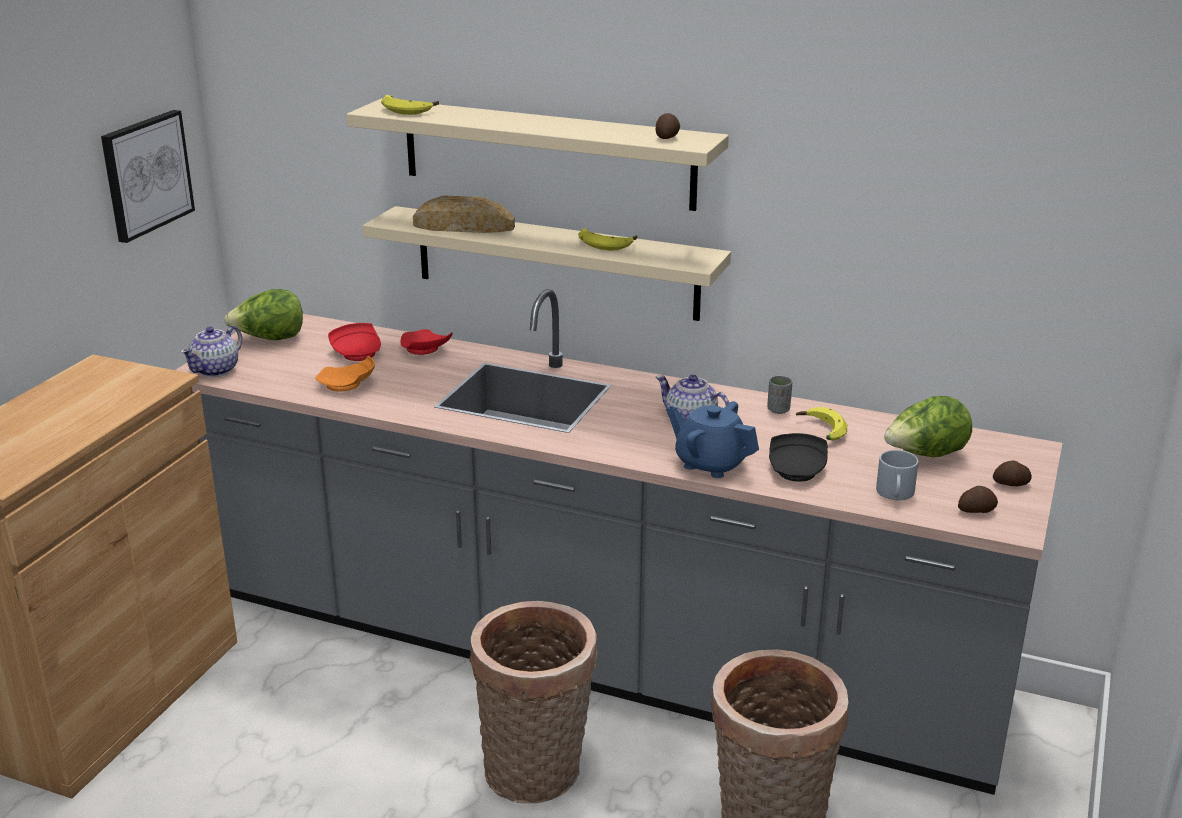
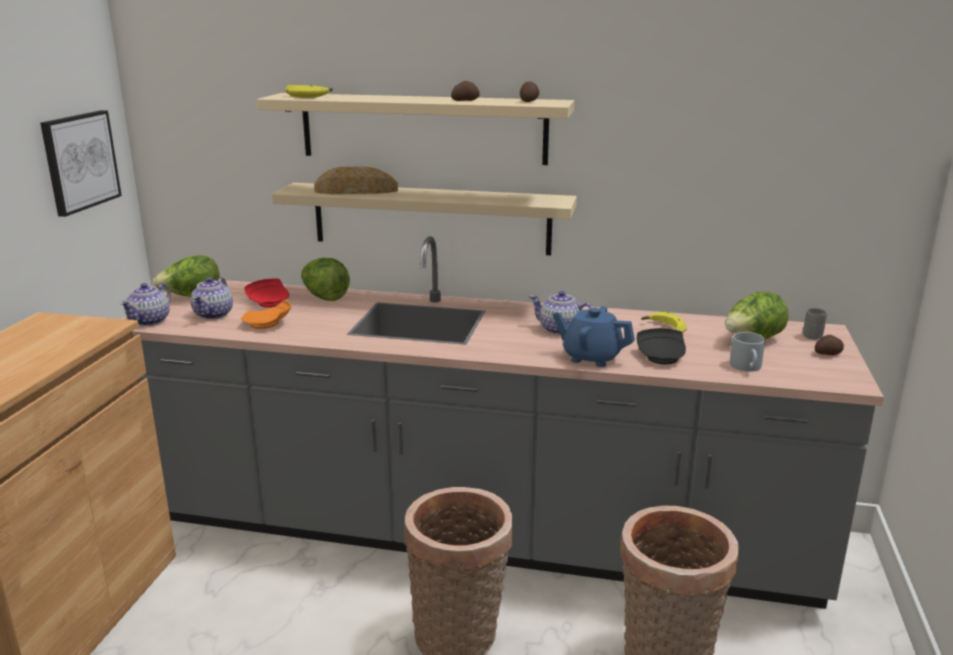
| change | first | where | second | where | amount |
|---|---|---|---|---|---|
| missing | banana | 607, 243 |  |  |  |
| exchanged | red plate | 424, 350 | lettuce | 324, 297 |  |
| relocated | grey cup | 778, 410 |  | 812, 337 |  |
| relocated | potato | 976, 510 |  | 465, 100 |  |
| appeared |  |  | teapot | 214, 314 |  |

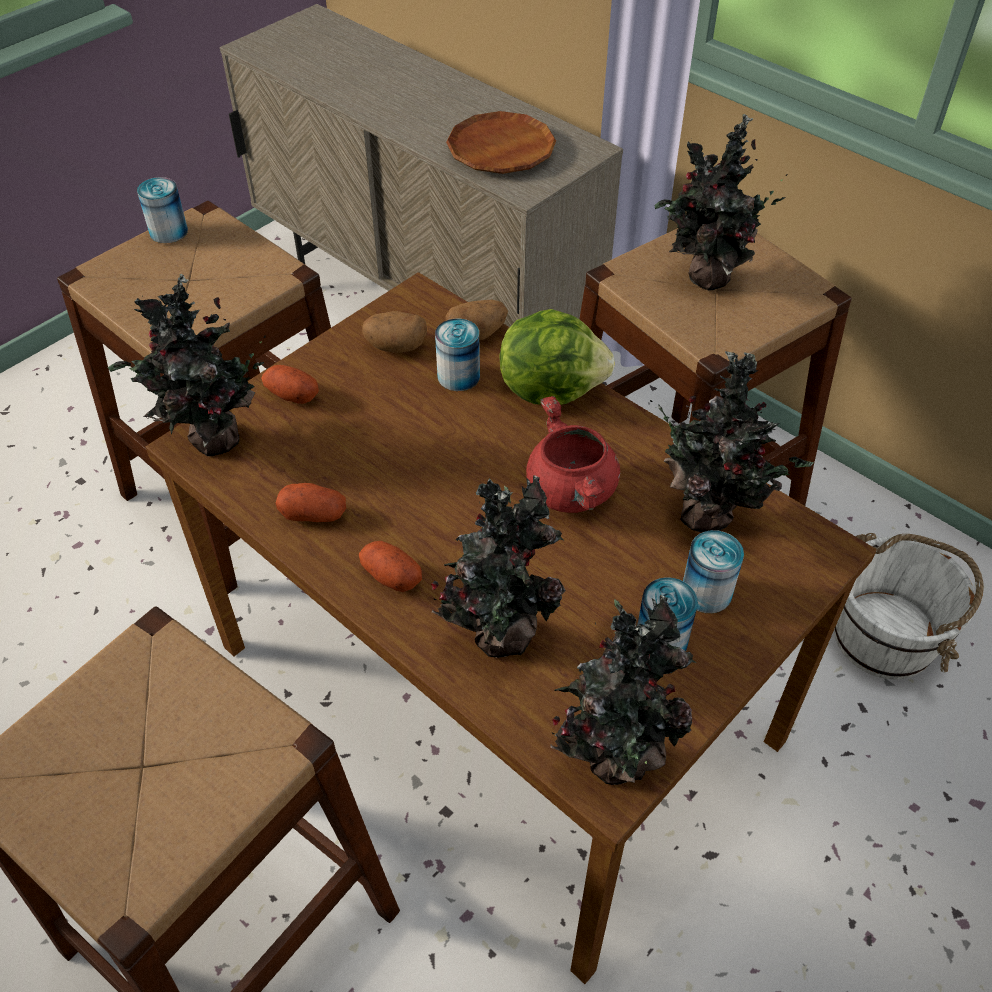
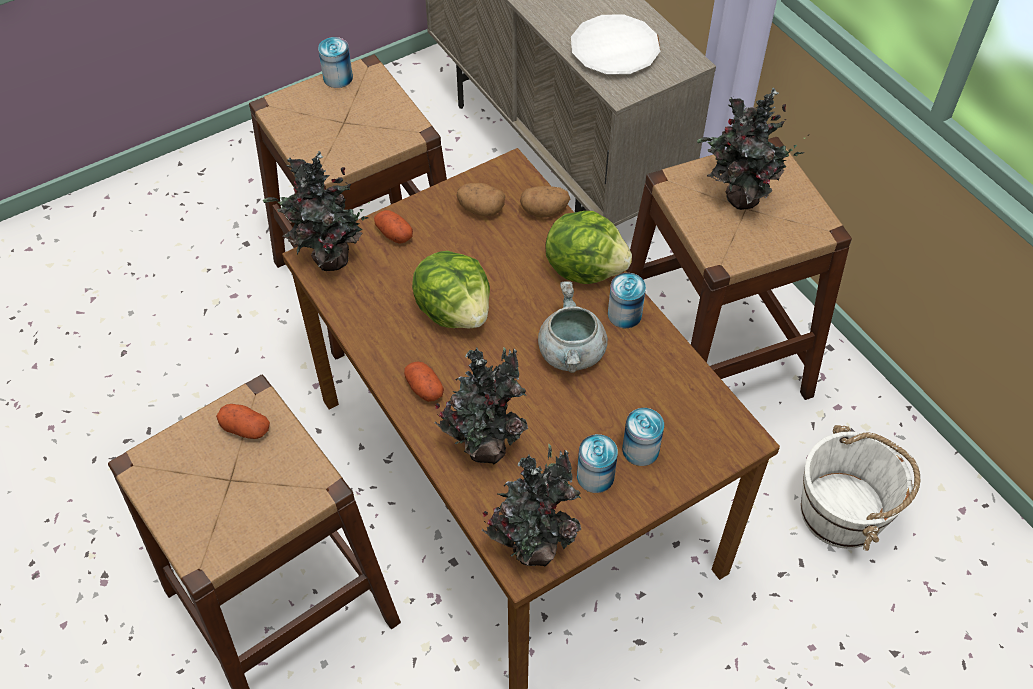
| change | first | where | second | where | amount |
|---|---|---|---|---|---|
| colour | brown plate | 501, 150 | white plate | 614, 50 |  |
| relocated | can | 458, 376 |  | 624, 314 |  |
| missing | potted plant | 711, 515 |  |  |  |
| colour | red cooking pot | 572, 492 | grey cooking pot | 572, 353 |  |
| relocated | potato | 314, 514 |  | 246, 428 |  |
| appeared |  |  | lettuce | 455, 310 |  |

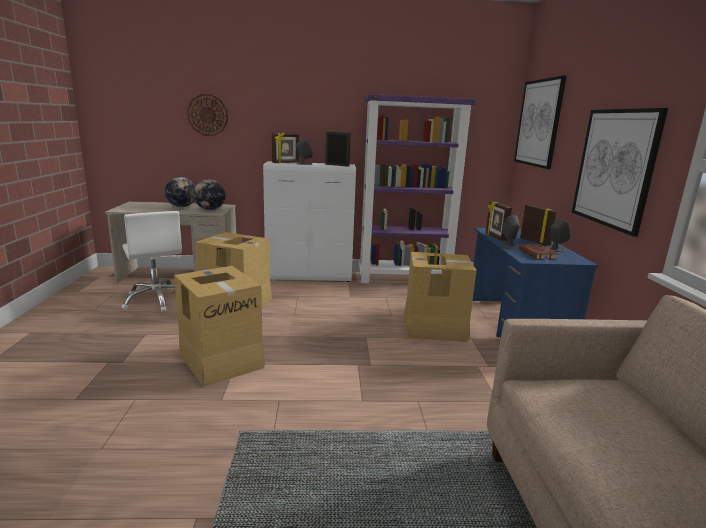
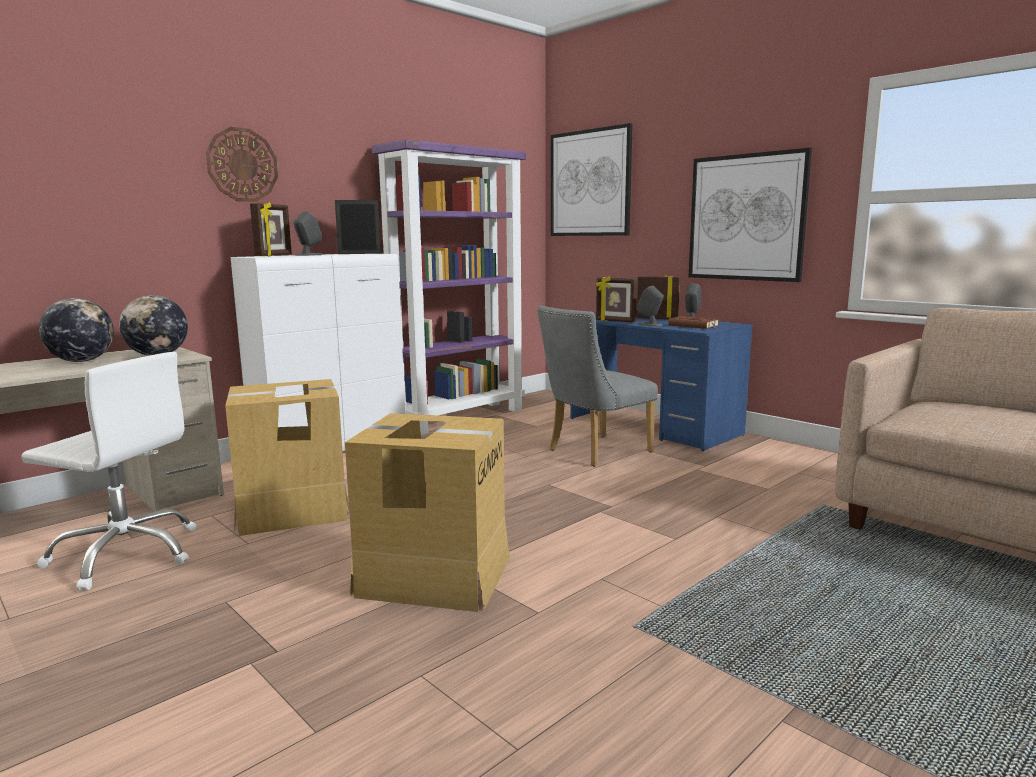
| change | first | where | second | where | amount |
|---|---|---|---|---|---|
| relocated | wall clock | 208, 115 |  | 242, 165 |  |
| exchanged | cardboard box | 434, 328 | grey chair | 593, 452 |  |

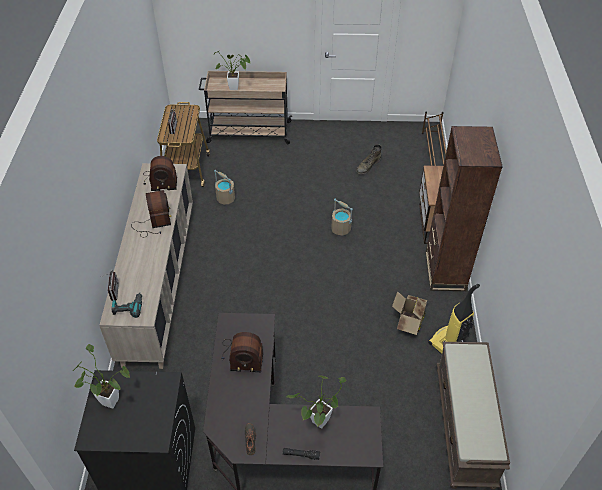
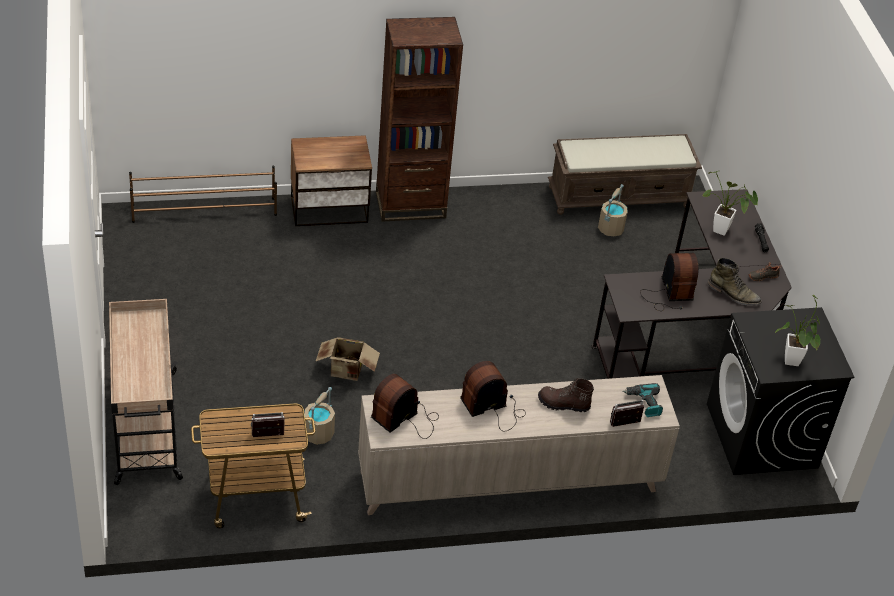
| change | first | where | second | where | amount |
|---|---|---|---|---|---|
| missing | potted plant | 236, 88 |  |  |  |
| relocated | green boot | 368, 166 |  | 733, 294 |  |
| spun | radio | 160, 180 |  | 406, 418 | 120 degrees counterclockwise |
| relocated | beige bucket | 341, 229 |  | 610, 228 |  |
| missing | vacuum cleaner | 448, 341 |  |  |  |
| relocated | cardboard box | 408, 322 |  | 347, 372 |  |
| appeared |  |  | brown boot | 563, 404 |  |

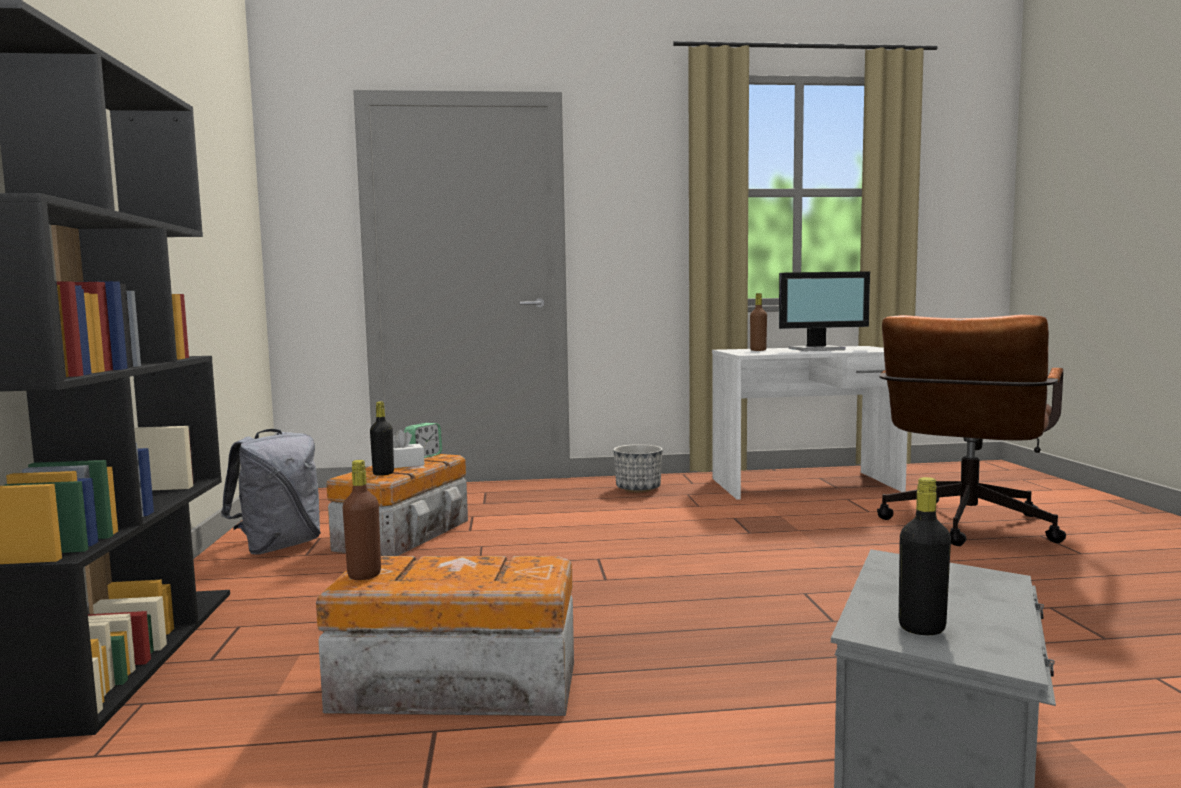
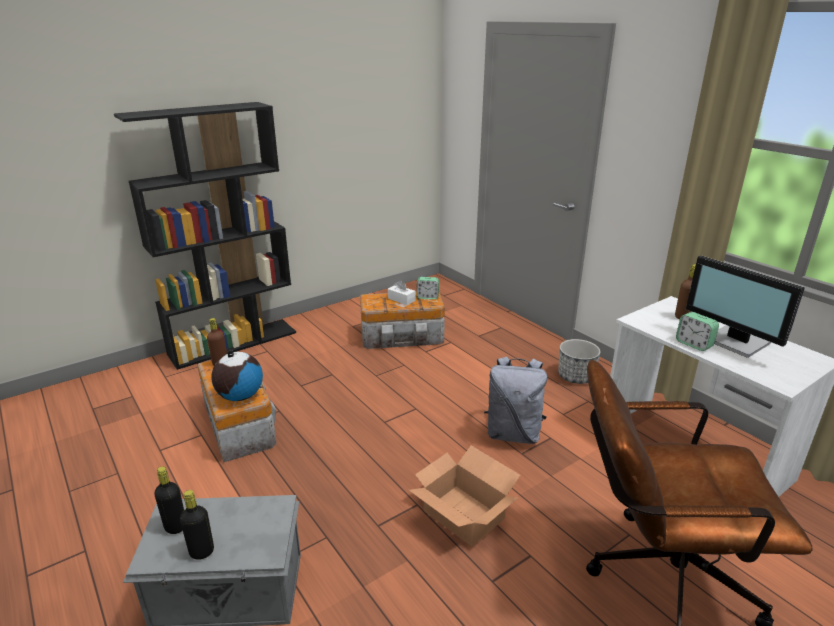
| change | first | where | second | where | amount |
|---|---|---|---|---|---|
| relocated | black bottle | 383, 473 |  | 202, 552 |  |
| relocated | grey backpack | 278, 546 |  | 513, 434 |  |
| appeared |  |  | alarm clock | 693, 344 |  |
| appeared |  |  | globe | 240, 396 |  |
| appeared |  |  | cardboard box | 463, 514 |  |

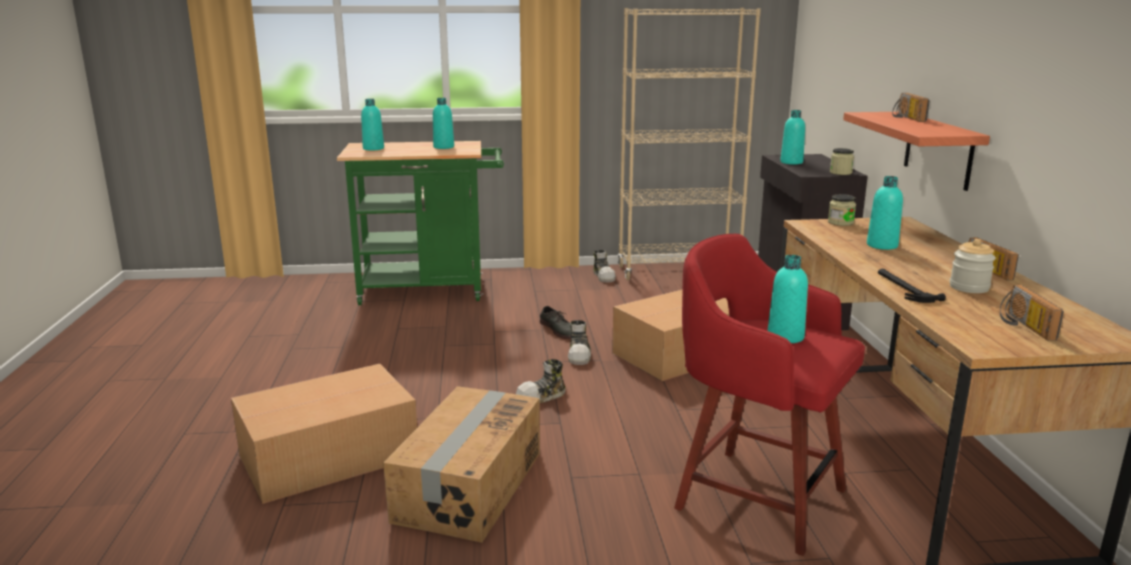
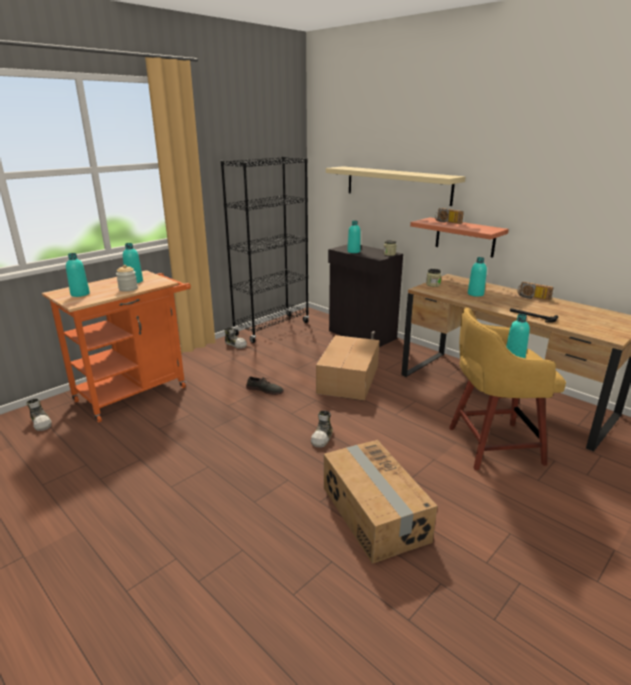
| change | first | where | second | where | amount |
|---|---|---|---|---|---|
| colour | beige bookcase | 678, 271 | black bookcase | 272, 328 |  |
| colour | green cart | 431, 290 | orange cart | 137, 391 |  |
| colour | red stool | 755, 496 | yellow stool | 491, 445 |  |
| relocated | jar | 969, 287 |  | 128, 289 |  |
| missing | radio | 1022, 326 |  |  |  |
| relocated | shoe | 580, 355 |  | 41, 422 |  |
| missing | cardboard box | 331, 456 |  |  |  |
| appeared |  |  | beige shelf | 397, 185 |  |

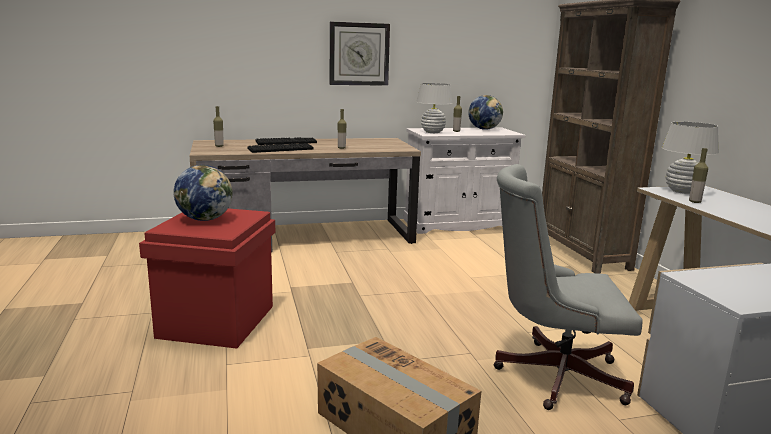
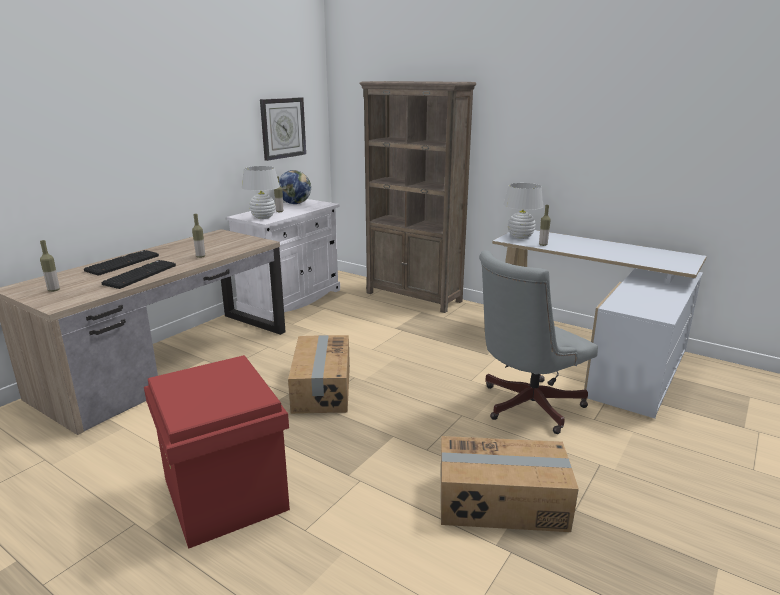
| change | first | where | second | where | amount |
|---|---|---|---|---|---|
| relocated | wall clock | 359, 54 |  | 283, 128 |  |
| missing | globe | 205, 219 |  |  |  |
| appeared |  |  | cardboard box | 321, 388 |  |

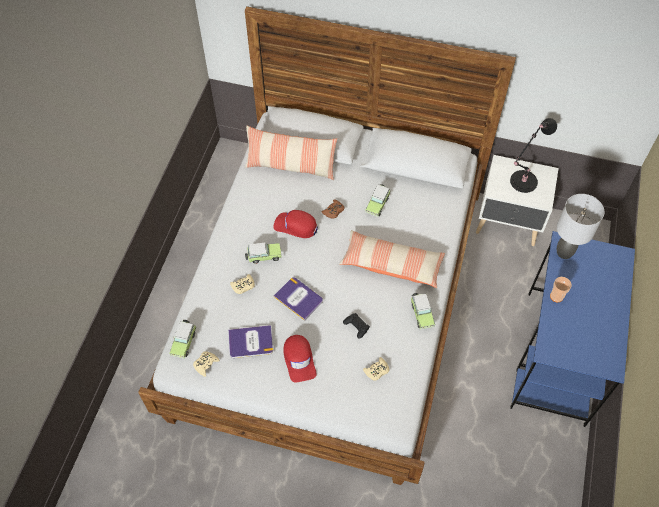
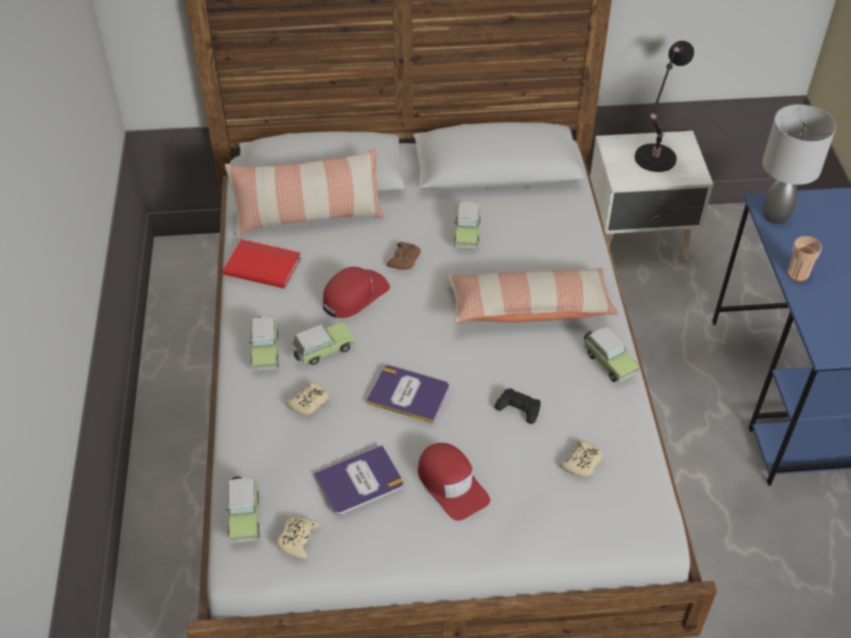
| change | first | where | second | where | amount |
|---|---|---|---|---|---|
| spun | red cap | 295, 226 |  | 355, 295 | 135 degrees clockwise |
| appeared |  |  | red book | 263, 264 |  |
| appeared |  |  | toy car | 265, 351 |  |

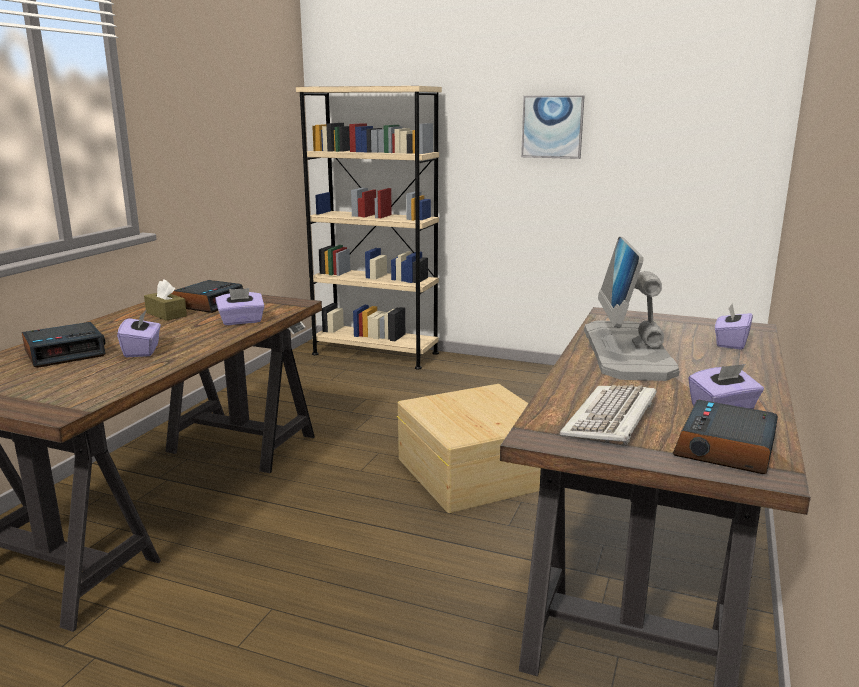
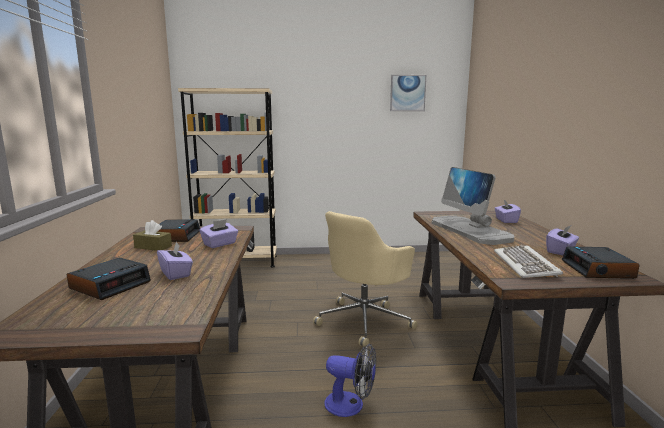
| change | first | where | second | where | amount |
|---|---|---|---|---|---|
| relocated | picture | 552, 127 |  | 407, 93 |  |
| exchanged | beige storage box | 475, 471 | beige office chair | 365, 320 |  |
| appeared |  |  | fan | 351, 405 |  |

